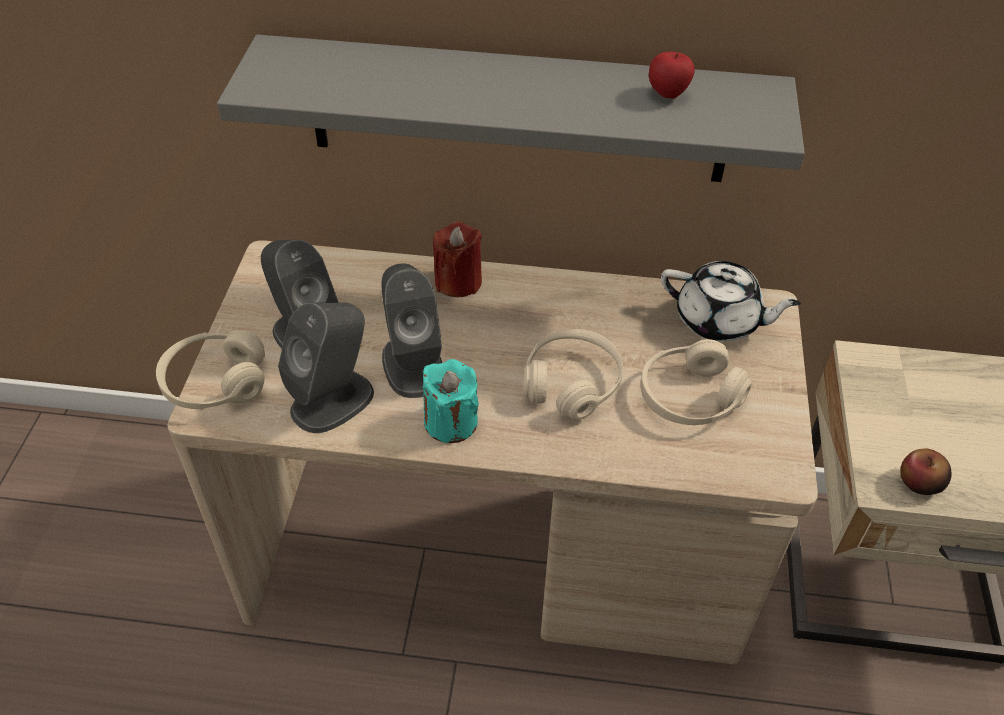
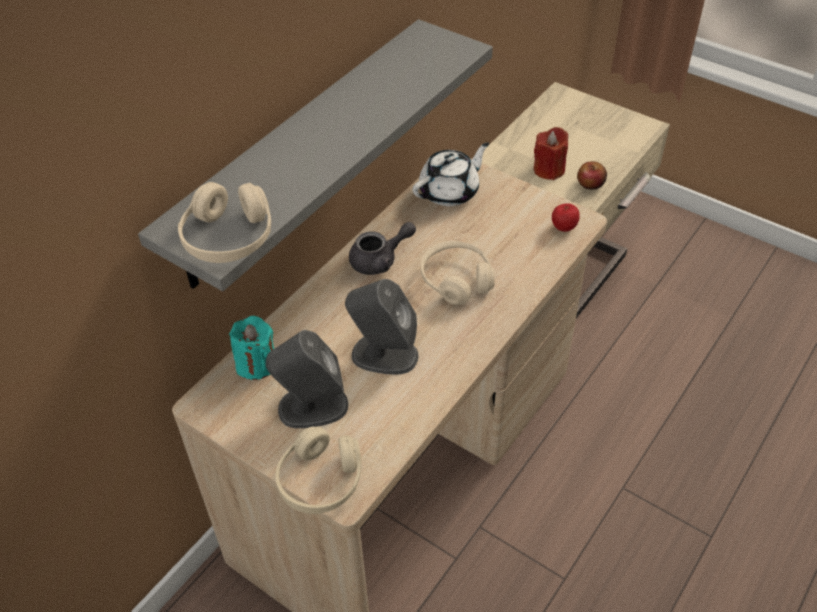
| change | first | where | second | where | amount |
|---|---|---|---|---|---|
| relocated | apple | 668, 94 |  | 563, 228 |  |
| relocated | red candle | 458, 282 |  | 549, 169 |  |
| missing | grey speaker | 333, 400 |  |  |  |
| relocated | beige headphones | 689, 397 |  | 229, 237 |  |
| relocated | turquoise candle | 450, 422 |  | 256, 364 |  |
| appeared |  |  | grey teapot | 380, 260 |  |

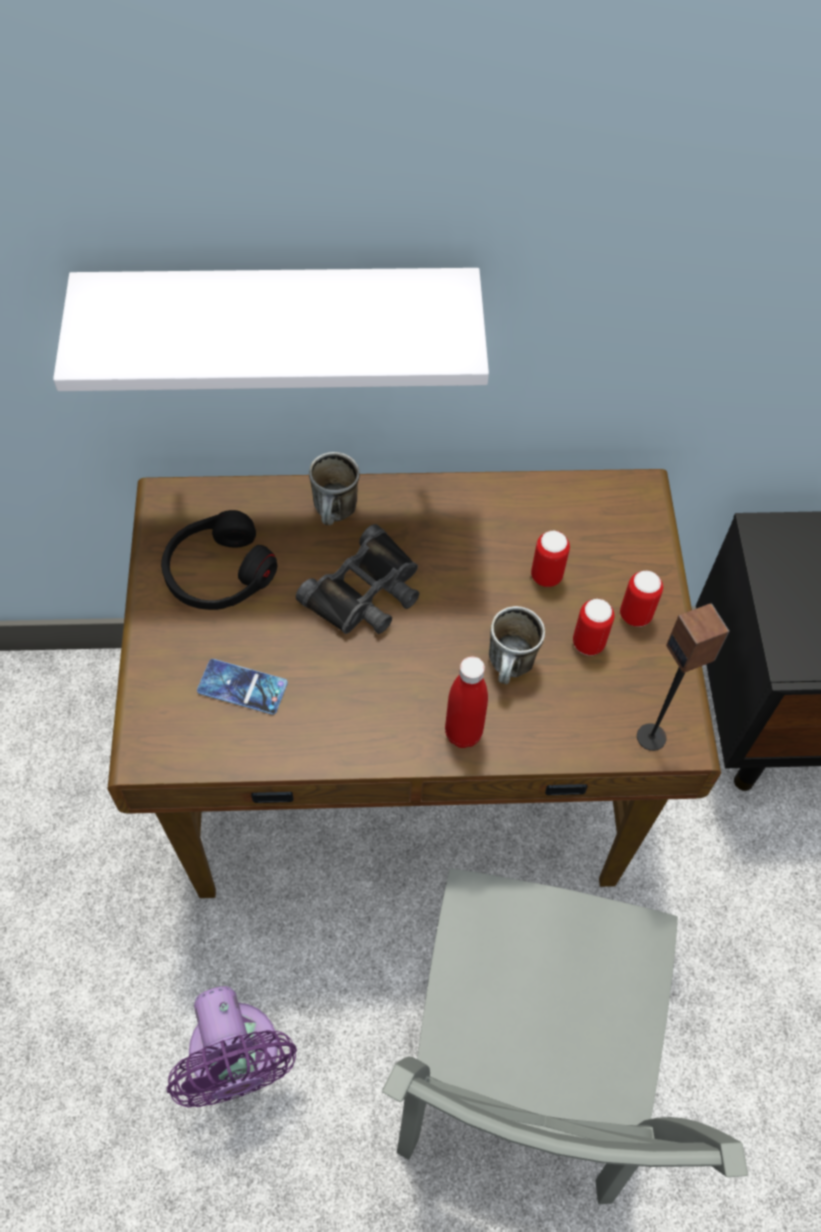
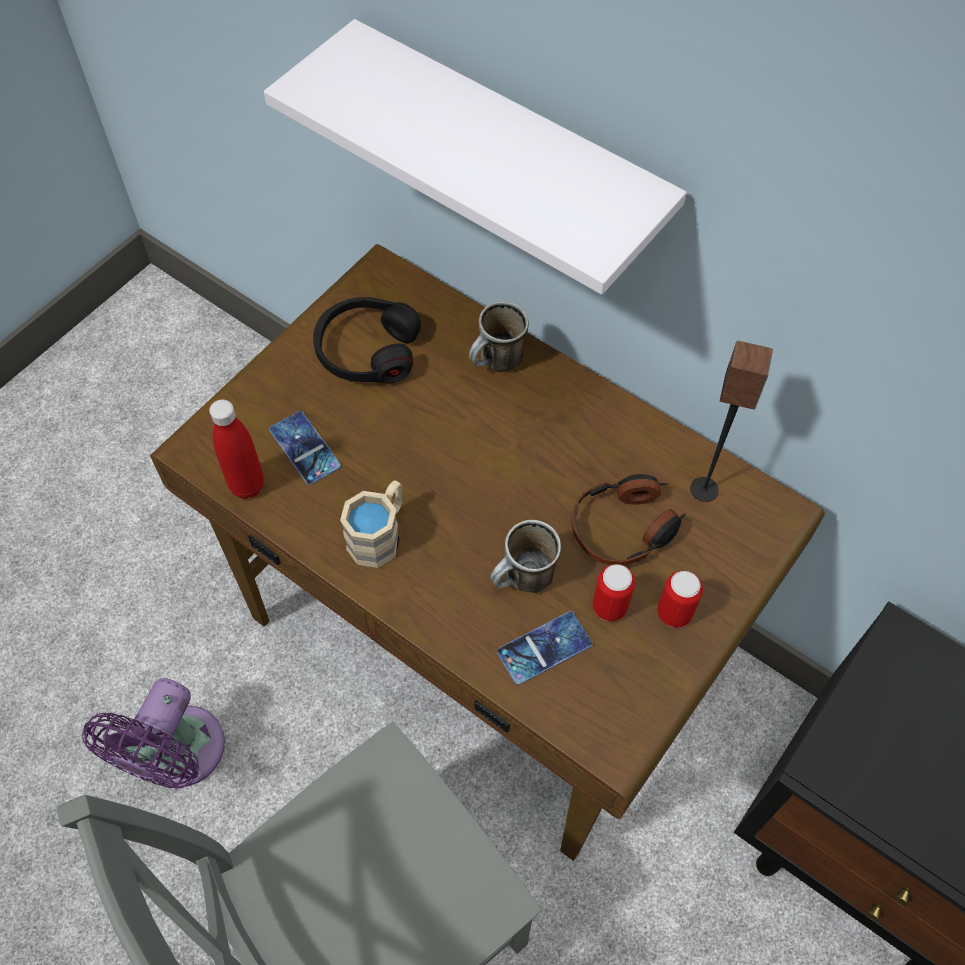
| change | first | where | second | where | amount |
|---|---|---|---|---|---|
| missing | black binoculars | 366, 592 |  |  |  |
| exchanged | can | 546, 576 | headphones | 625, 527 |  |
| relocated | speaker | 652, 737 |  | 705, 489 |  |
| relocated | red bottle | 463, 733 |  | 247, 485 |  |
| appeared |  |  | beige mug | 380, 534 |  |
| appeared |  |  | phone | 544, 648 |  |

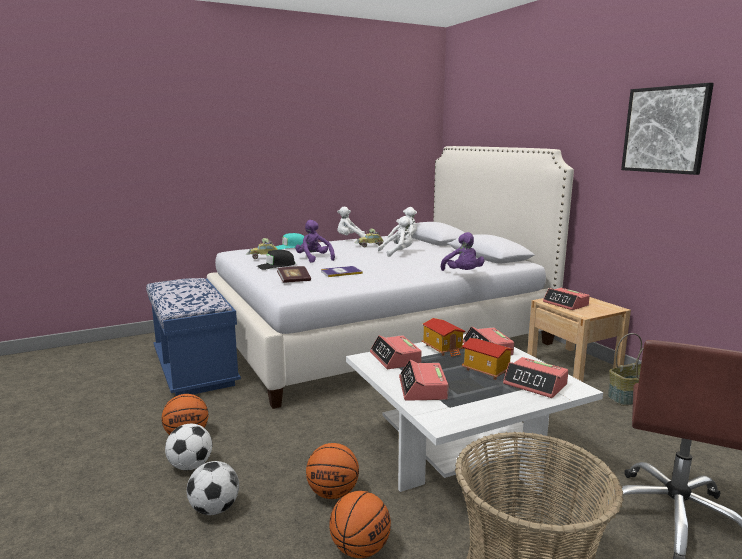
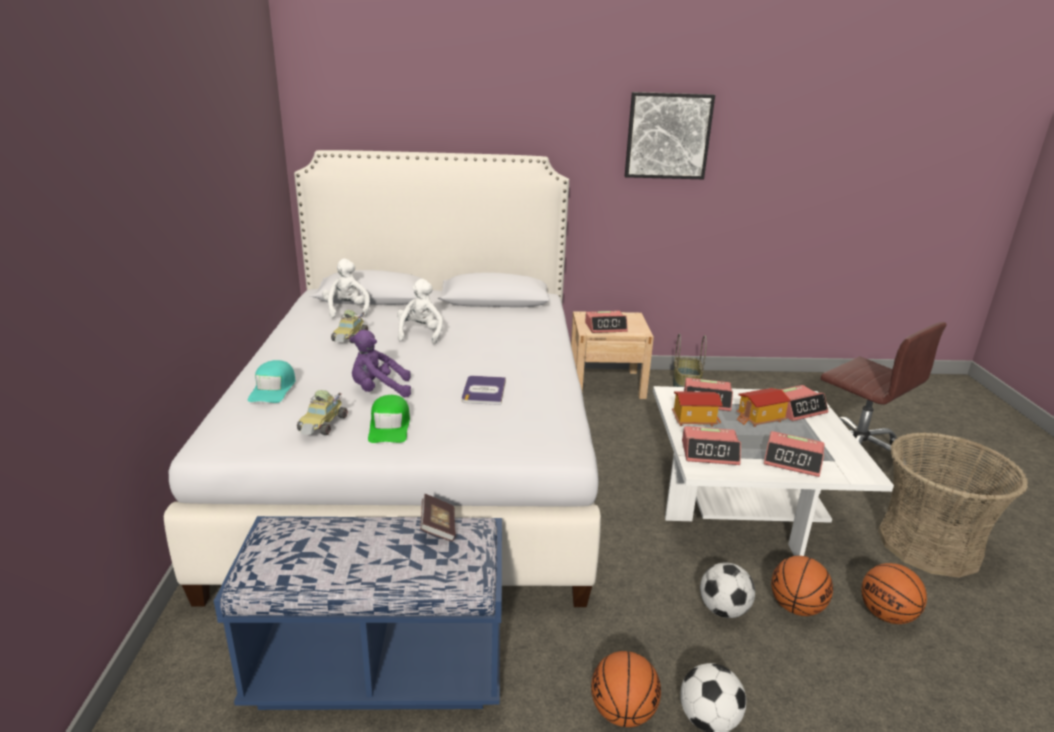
| change | first | where | second | where | amount |
|---|---|---|---|---|---|
| missing | white plush toy | 350, 239 |  |  |  |
| missing | purple plush toy | 463, 273 |  |  |  |
| colour | black cap | 276, 266 | green cap | 390, 427 |  |
| relocated | book | 294, 281 |  | 438, 527 |  |
| relocated | football | 215, 509 |  | 723, 610 |  |

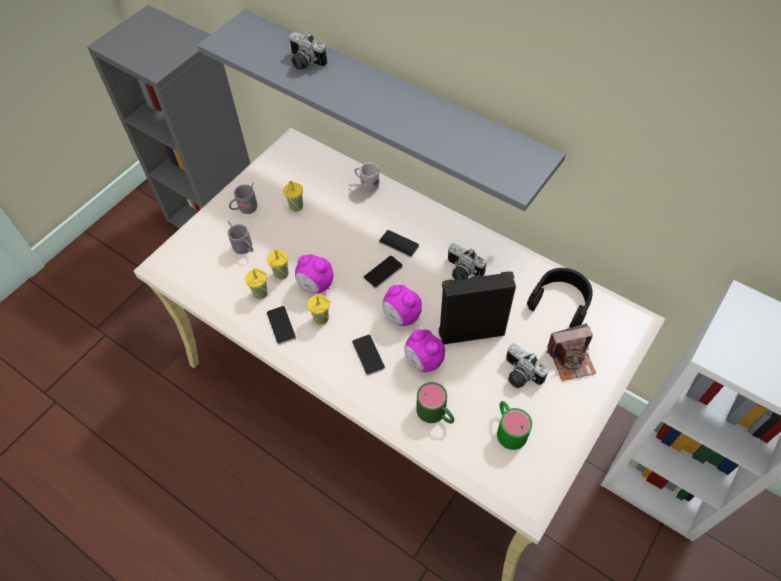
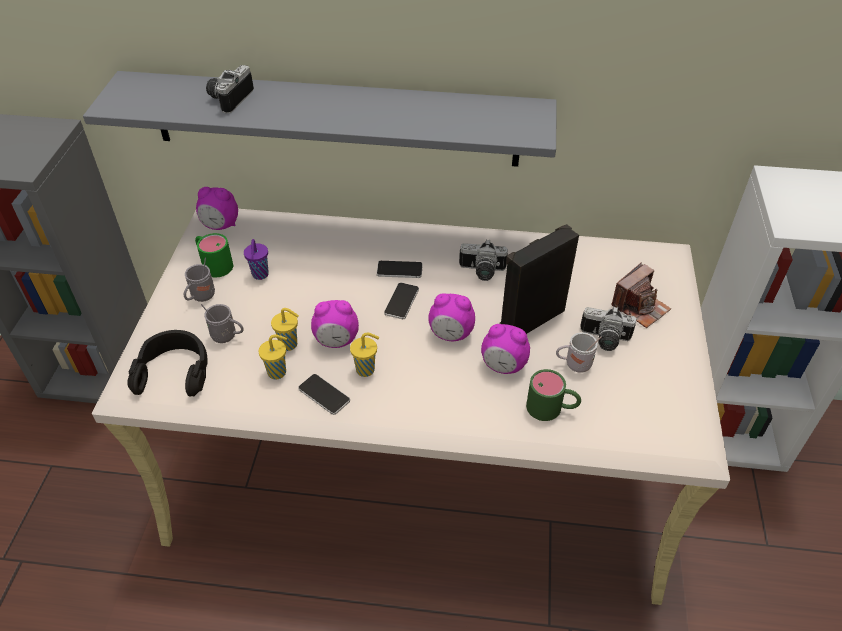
| change | first | where | second | where | amount |
|---|---|---|---|---|---|
| spun | photo camera | 304, 63 |  | 228, 98 | 105 degrees clockwise |
| relocated | white mug | 367, 185 |  | 574, 364 |  |
| colour | yellow cup | 296, 207 | purple cup | 260, 275 |  |
| relocated | black headphones | 561, 301 |  | 174, 371 |  |
| missing | phone | 368, 355 |  |  |  |
| relocated | green mug | 508, 428 |  | 213, 264 |  |
| appeared |  |  | alarm clock | 220, 226 |  |

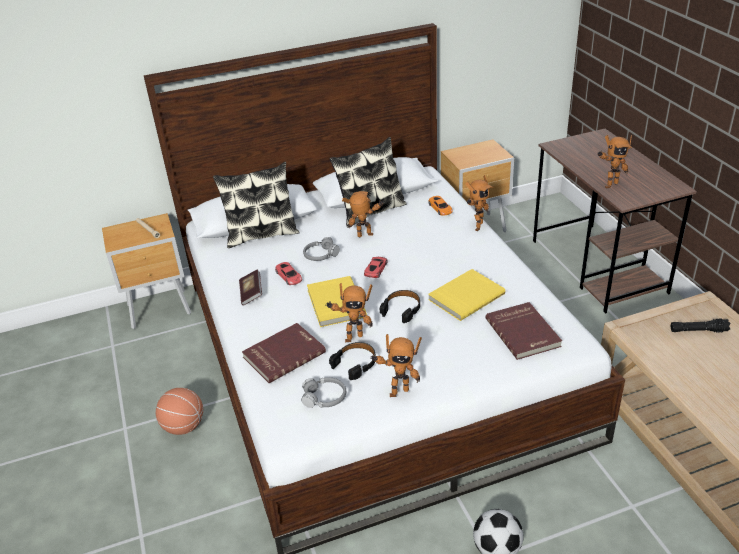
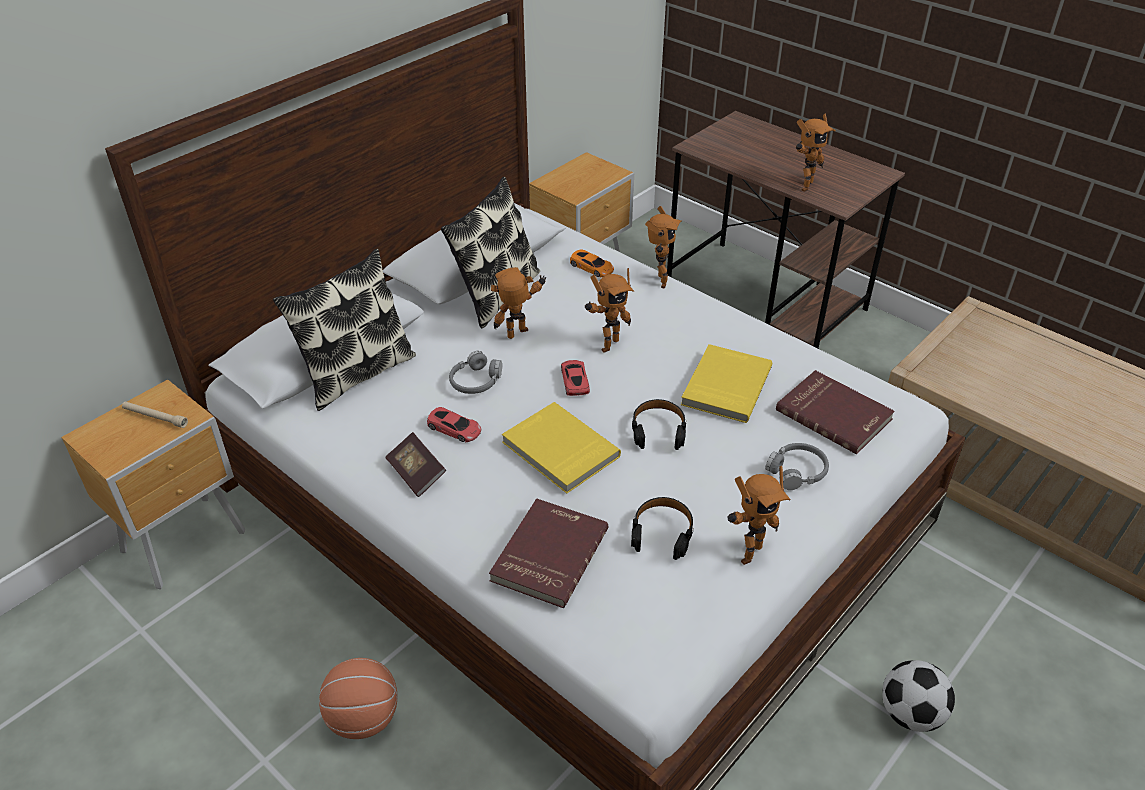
| change | first | where | second | where | amount |
|---|---|---|---|---|---|
| relocated | toy robot | 352, 337 |  | 607, 344 |  |
| missing | black flashlight | 698, 331 |  |  |  |
| relocated | grey headphones | 324, 397 |  | 797, 472 |  |

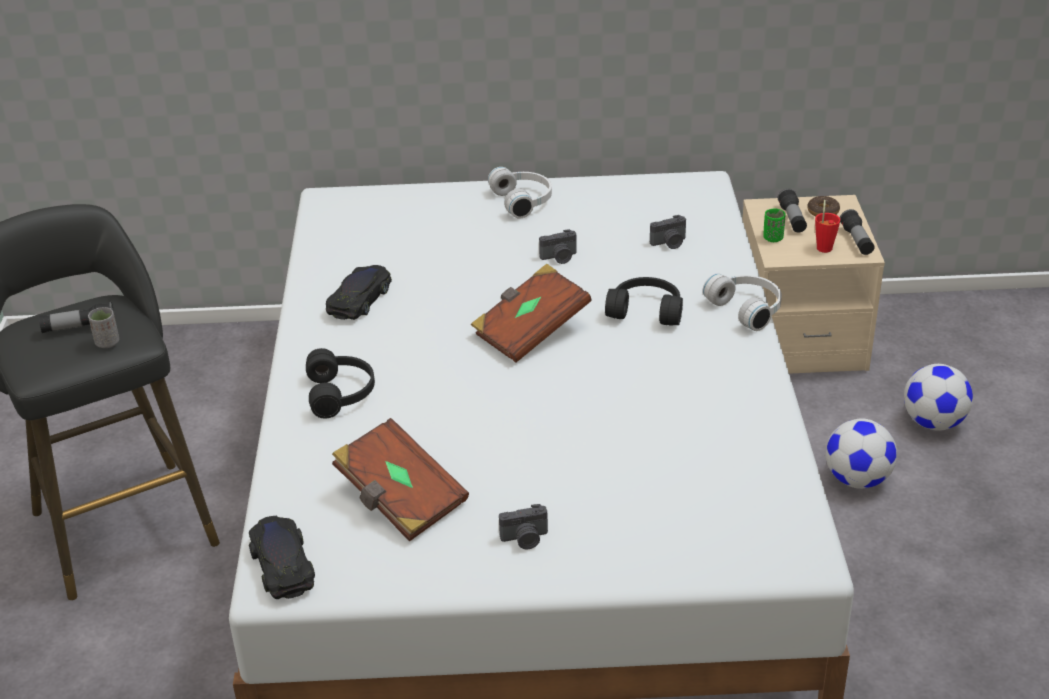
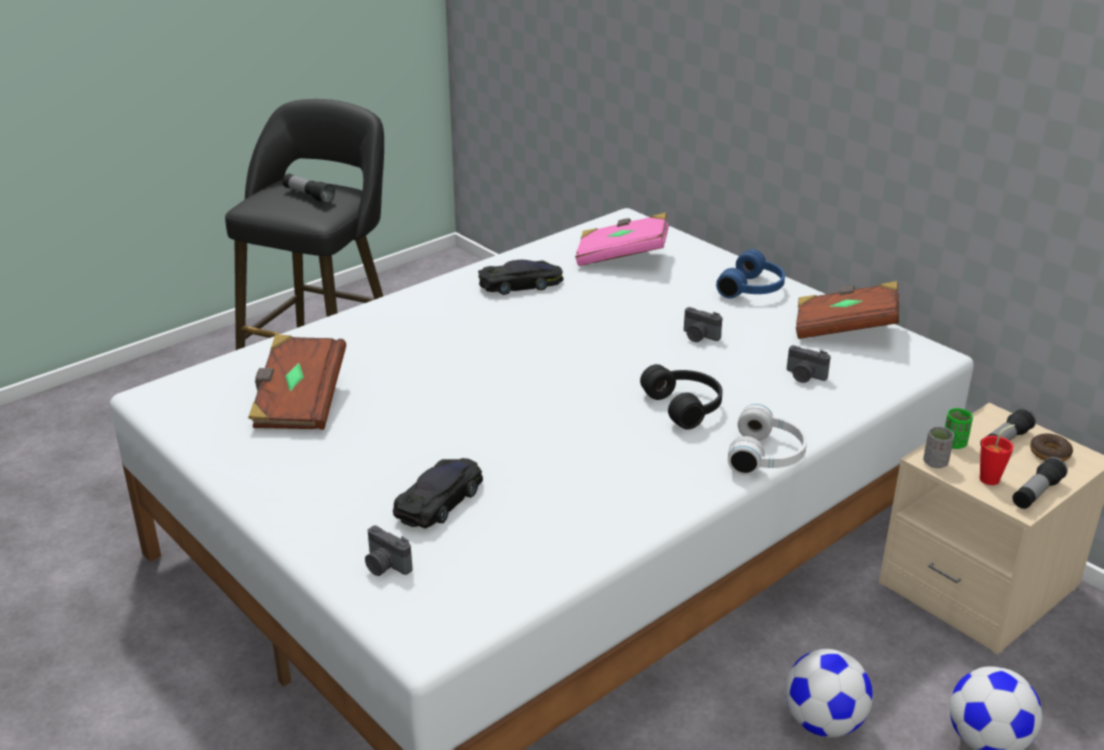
| change | first | where | second | where | amount |
|---|---|---|---|---|---|
| colour | white headphones | 524, 201 | blue headphones | 754, 289 |  |
| relocated | brown book | 530, 331 |  | 844, 329 |  |
| relocated | grey cup | 107, 343 |  | 935, 462 |  |
| missing | black headphones | 342, 393 |  |  |  |
| relocated | photo camera | 525, 539 |  | 385, 566 |  |
| relocated | black toy car | 282, 563 |  | 440, 500 |  |
| appeared |  |  | pink book | 621, 257 |  |

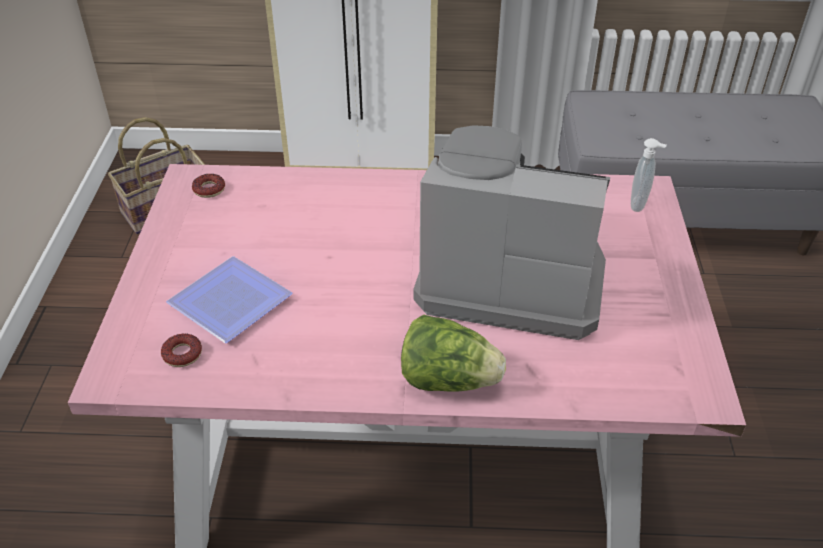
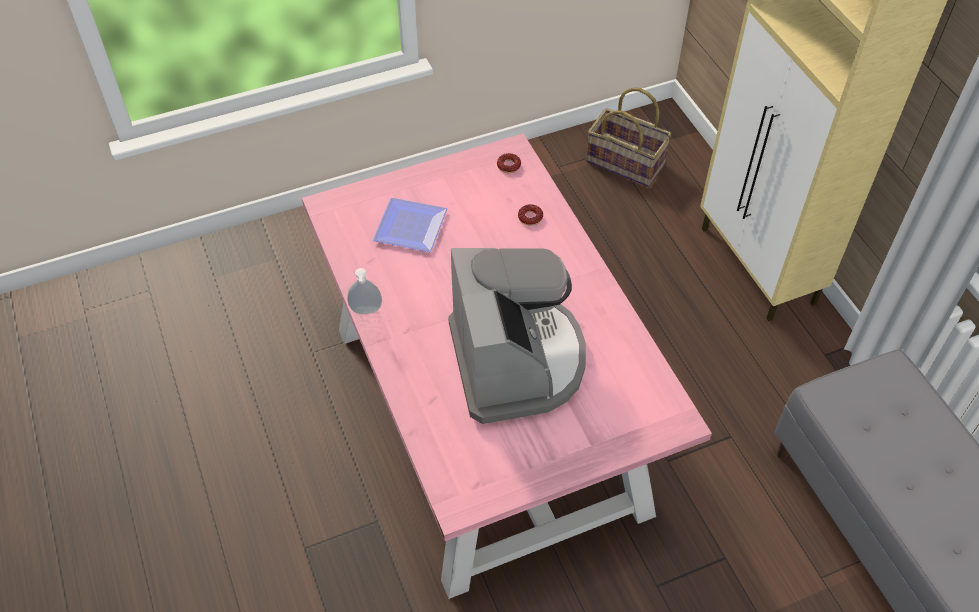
| change | first | where | second | where | amount |
|---|---|---|---|---|---|
| relocated | soap dispenser | 640, 205 |  | 366, 311 |  |
| missing | lettuce | 448, 380 |  |  |  |
| relocated | donut | 182, 354 |  | 530, 217 |  |

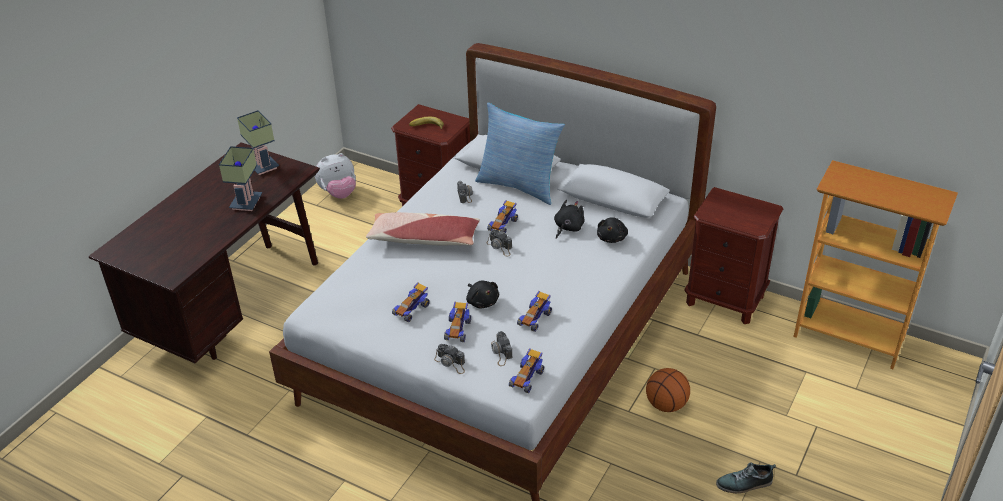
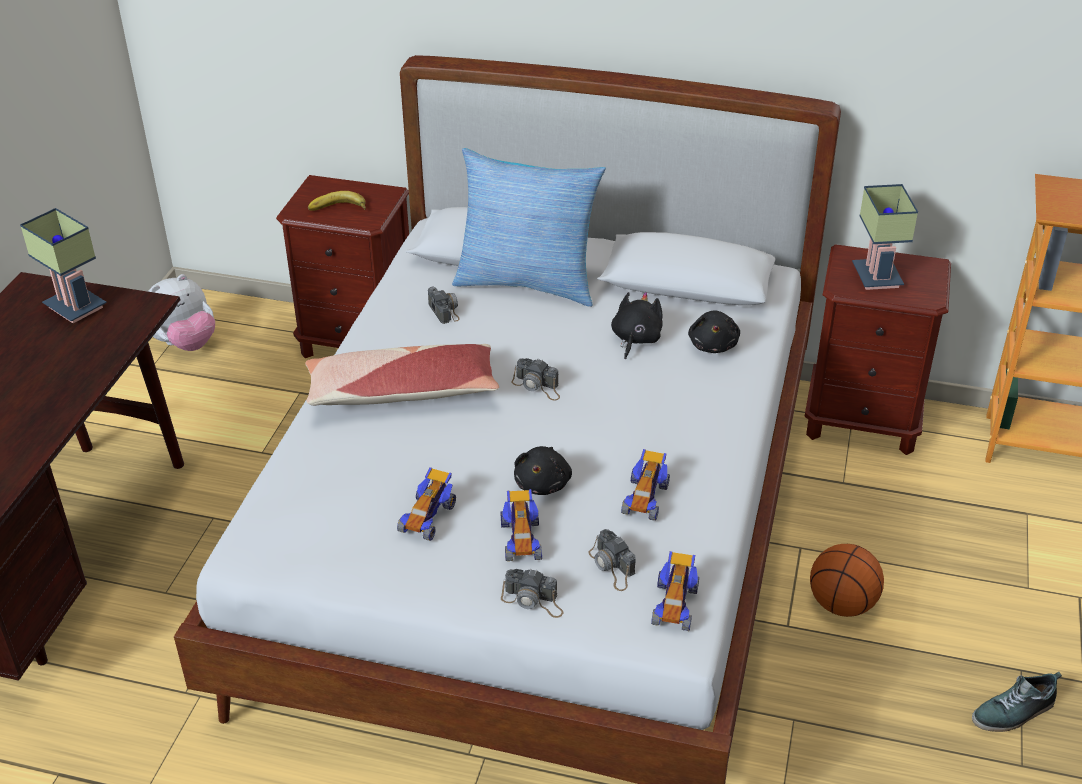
| change | first | where | second | where | amount |
|---|---|---|---|---|---|
| relocated | table lamp | 247, 204 |  | 879, 278 |  |
| missing | toy car | 503, 224 |  |  |  |
| spun | black plush toy | 482, 301 |  | 543, 483 | 60 degrees clockwise |

